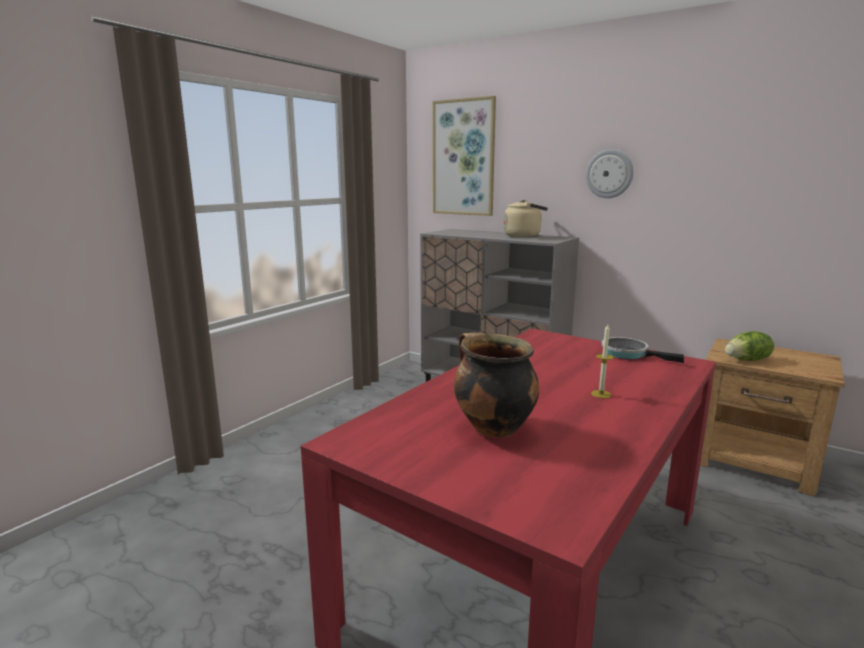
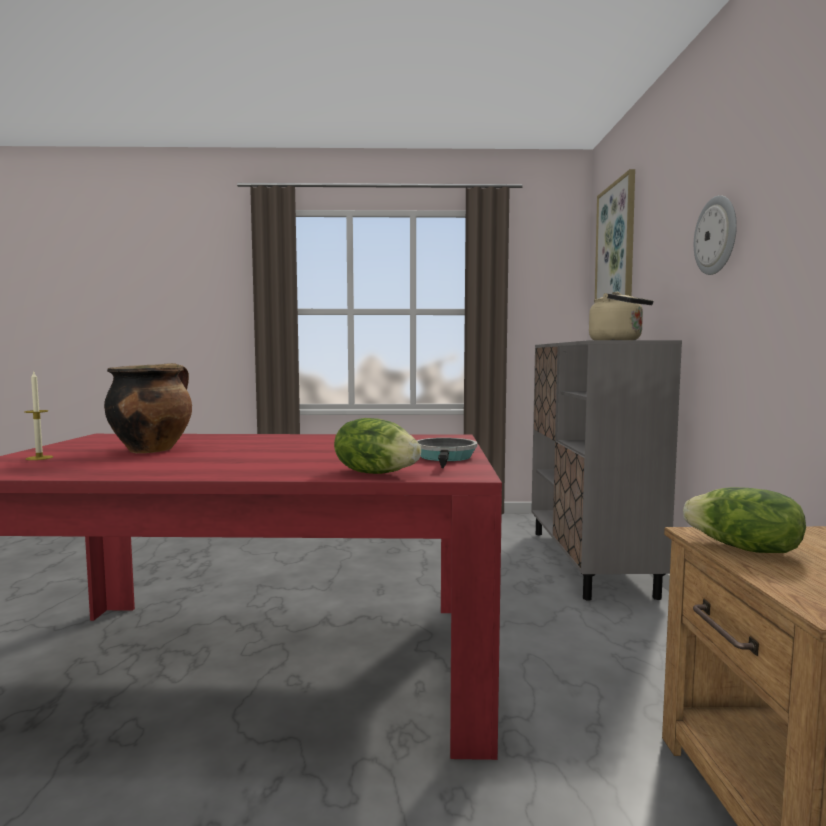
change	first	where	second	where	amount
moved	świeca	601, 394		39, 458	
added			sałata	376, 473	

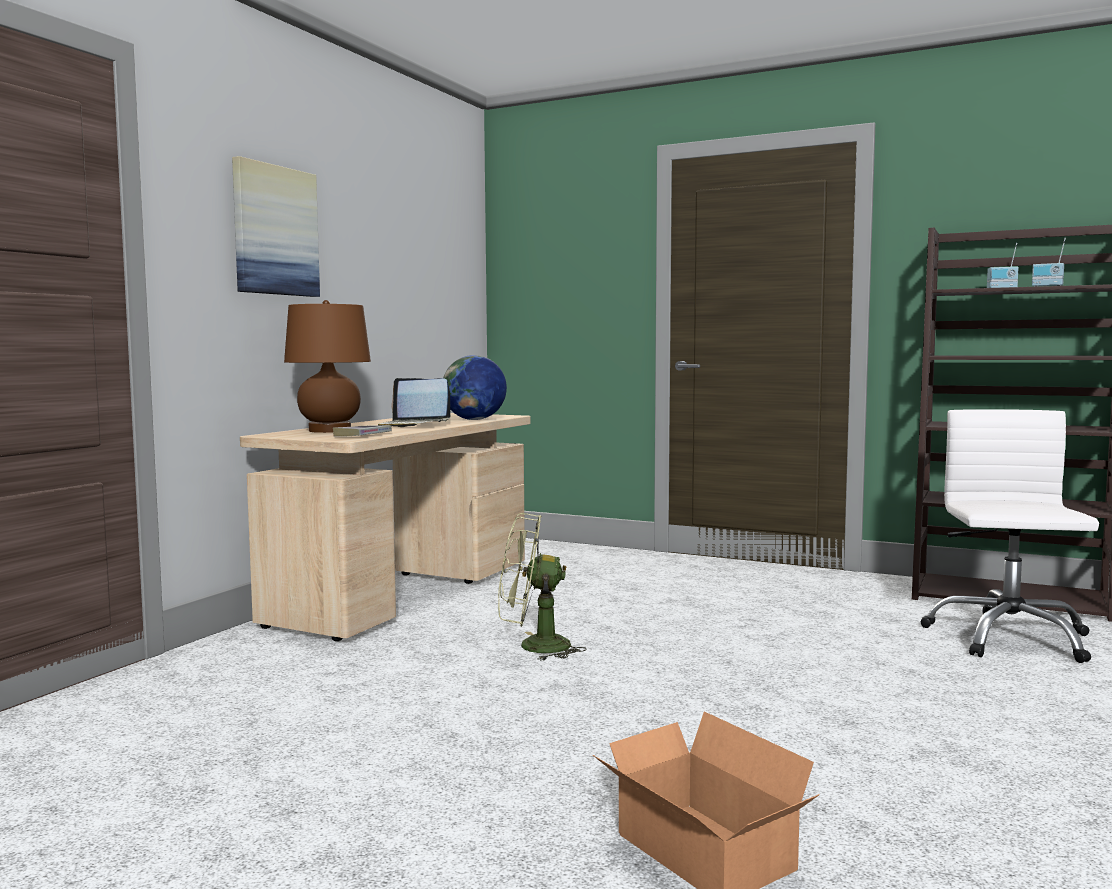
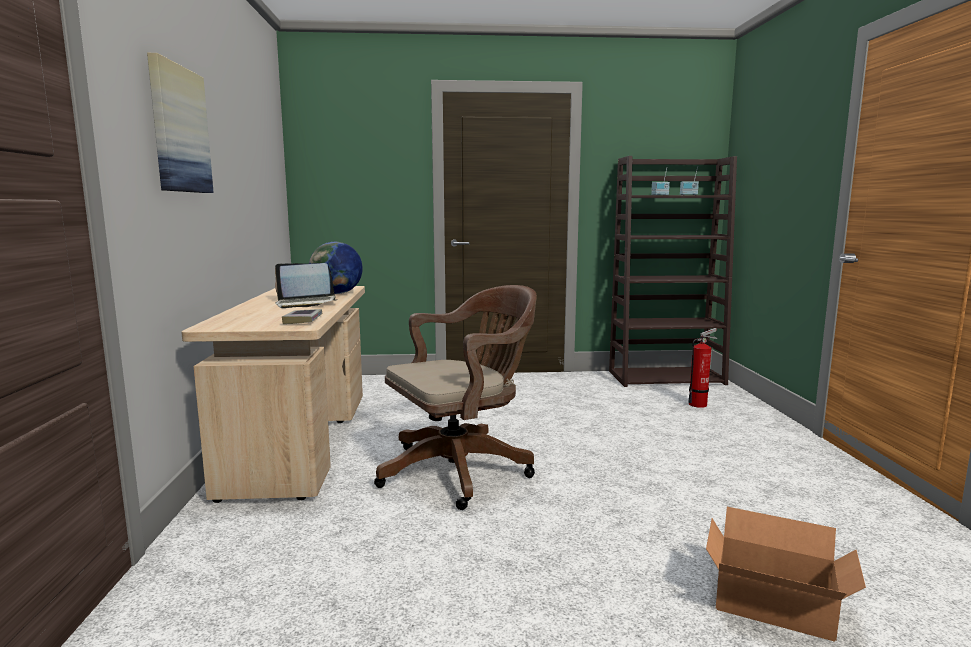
change	first	where	second	where	amount
replaced	wentylator (zielony)	533, 647	krzesło biurowe (brązowy)	461, 469	
replaced	krzesło biurowe (biały)	1008, 637	gaśnica	699, 404	
removed	lampa stołowa (brązowy)	330, 430			

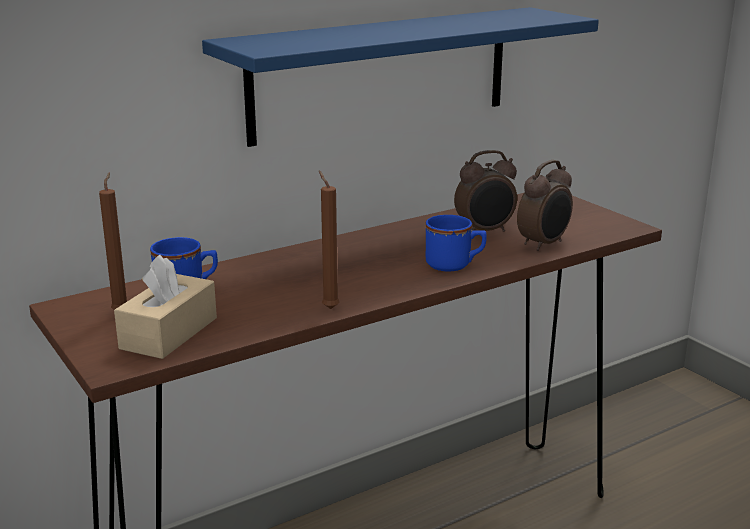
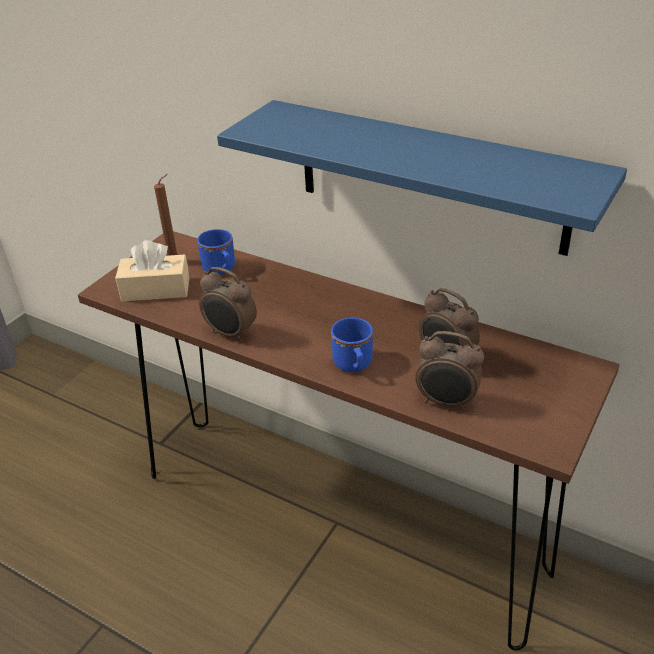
change	first	where	second	where	amount
replaced	świeca (brązowy)	329, 308	budzik	231, 334	

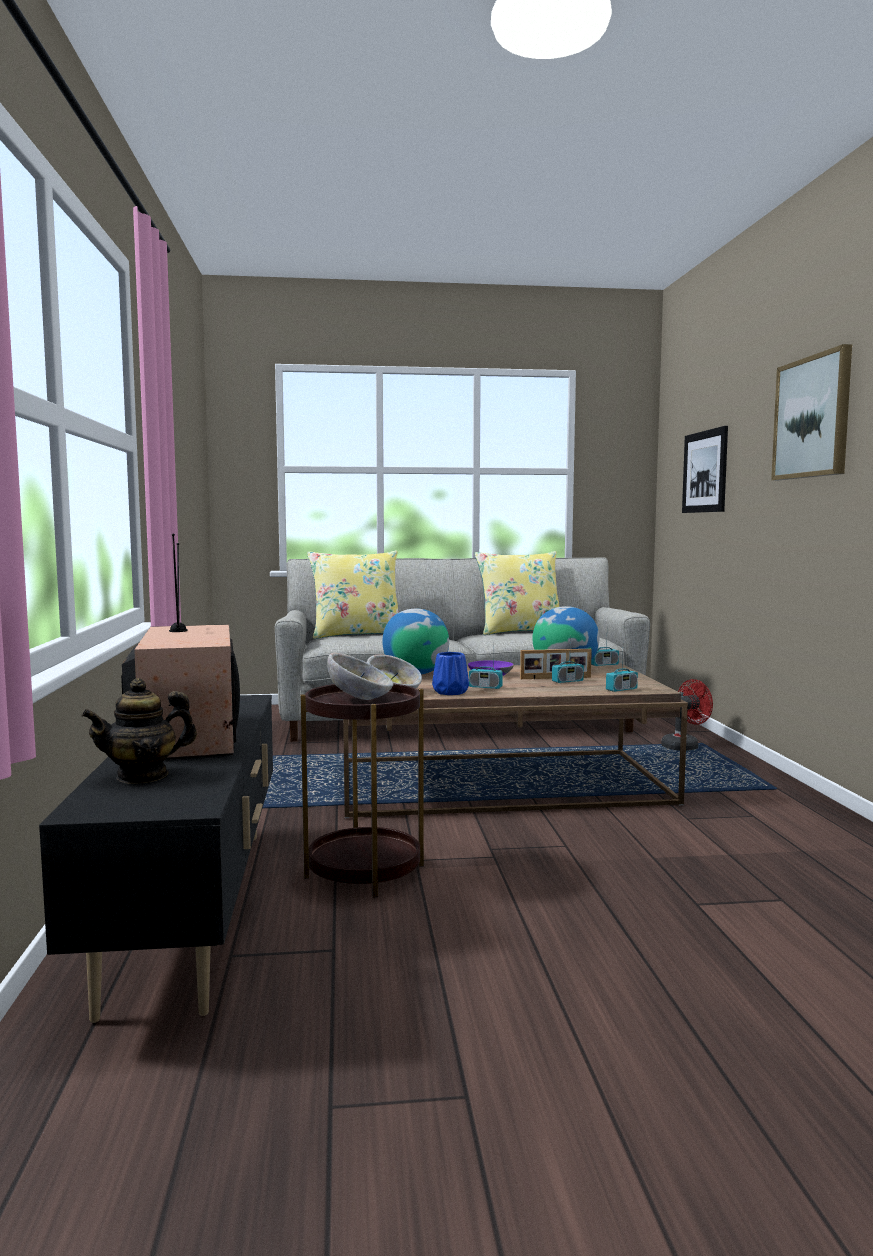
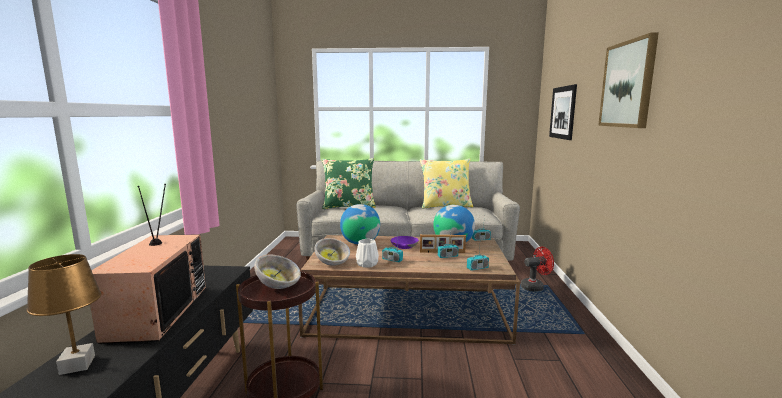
change	first	where	second	where	amount
replaced	imbryk	143, 776	lampa stołowa (brązowy)	78, 365	
recoloured	poduszka (żółty)	356, 635	poduszka (zielony)	349, 206	
recoloured	wazon (niebieski)	449, 692	wazon (biały)	366, 264	

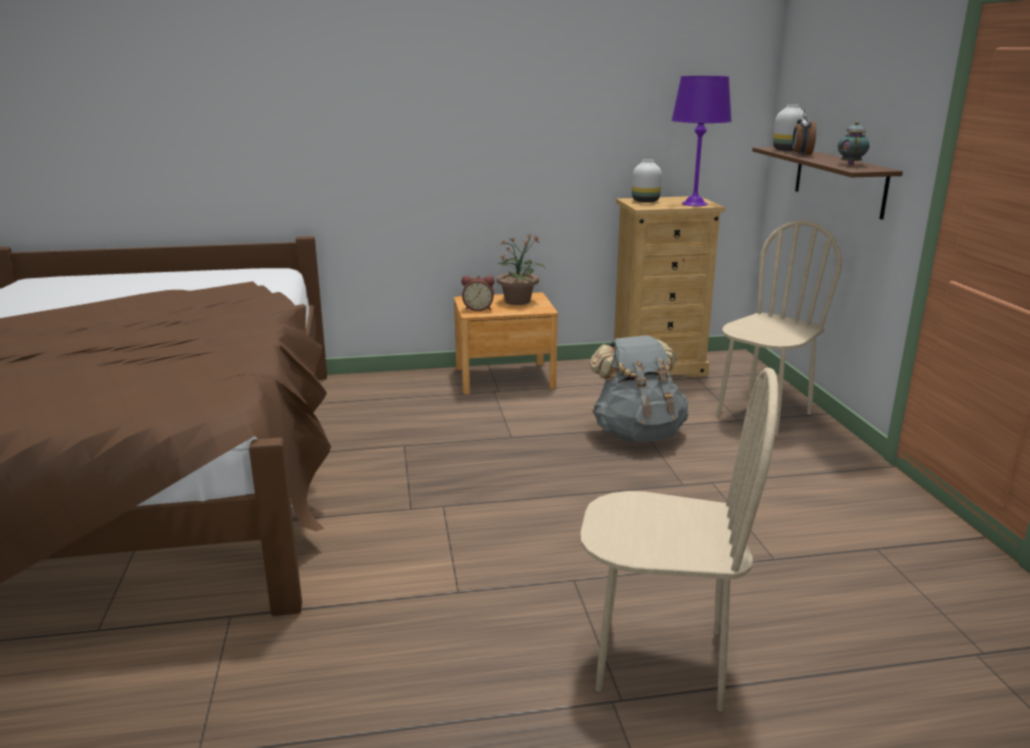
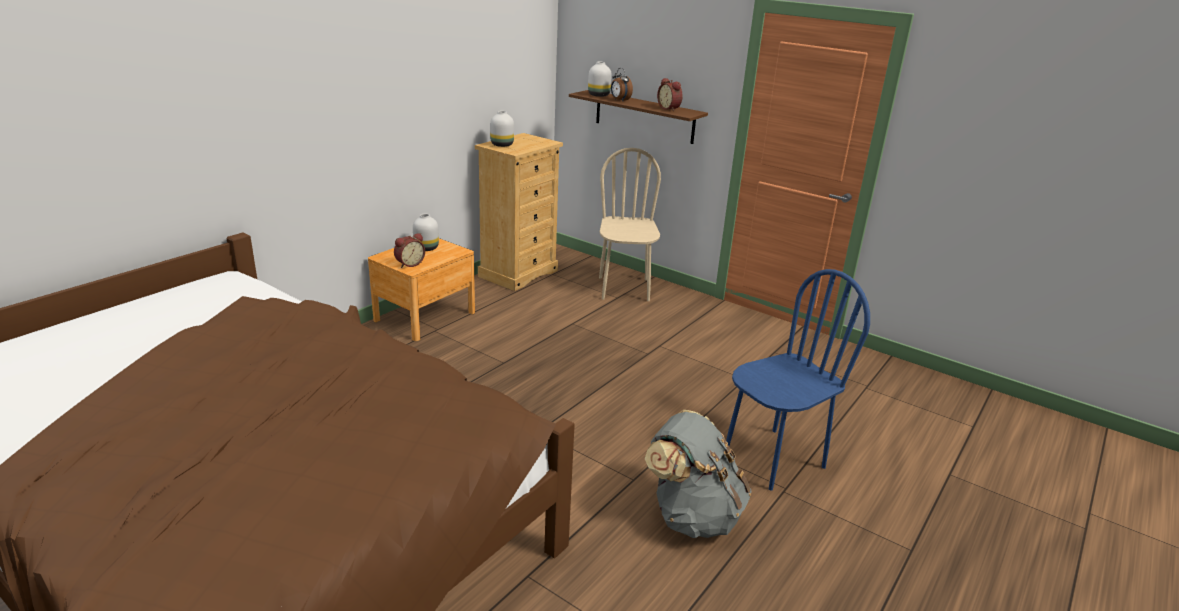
change	first	where	second	where	amount
replaced	roślina doniczkowa	518, 301	wazon (biały)	427, 248	
moved	plecak (szary)	637, 433		692, 515	
replaced	imbryk	850, 164	budzik	669, 108	
recoloured	krzesło (beżowy)	660, 660	krzesło (niebieski)	773, 459	
removed	lampa stołowa (fioletowy)	695, 204			

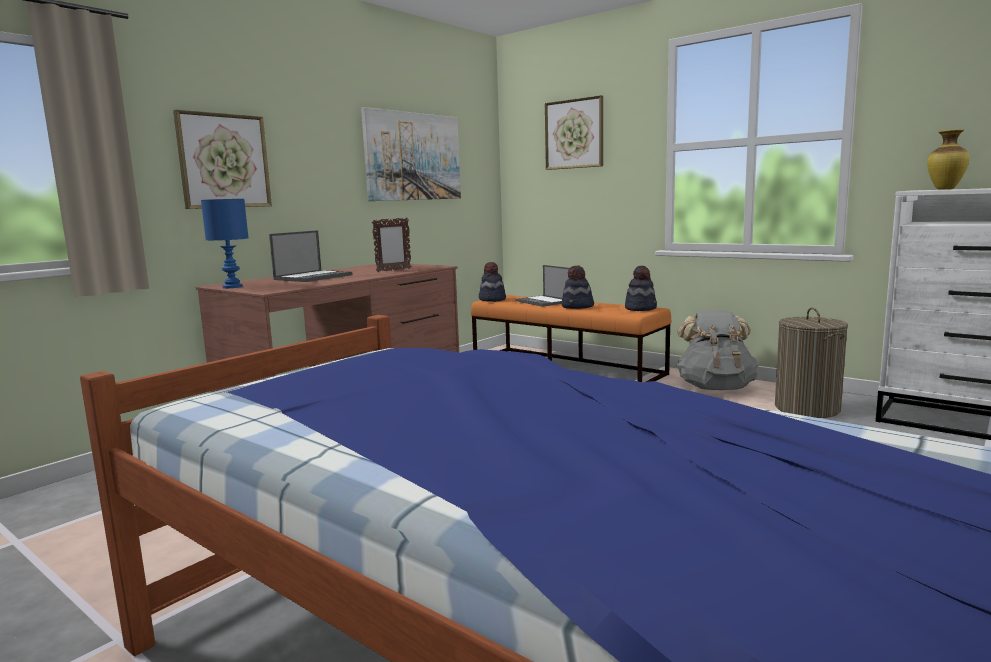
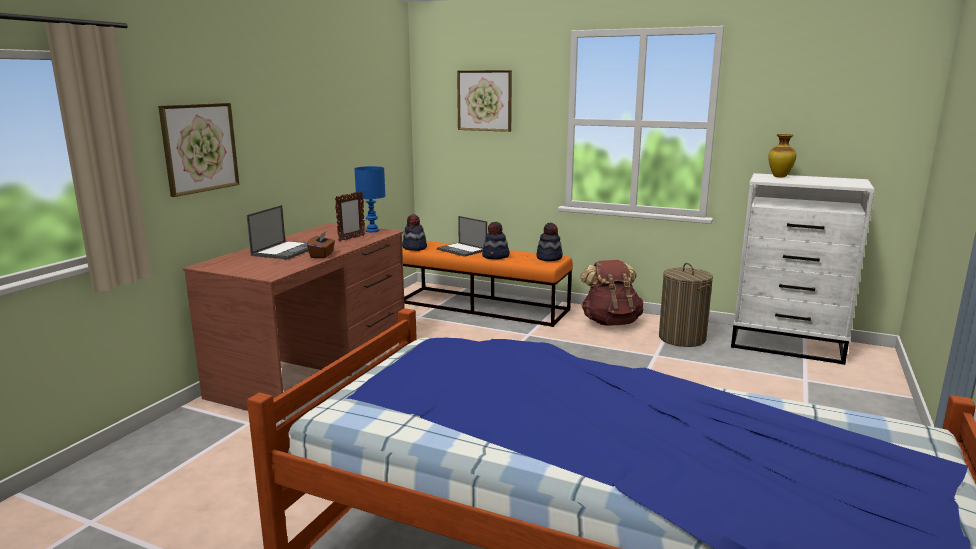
change	first	where	second	where	amount
added			pudełko chusteczek (brązowy)	322, 255	
moved	lampa stołowa (niebieski)	233, 287		372, 230	
recoloured	plecak (szary)	715, 388	plecak (brązowy)	610, 322	
removed	obraz	413, 157			

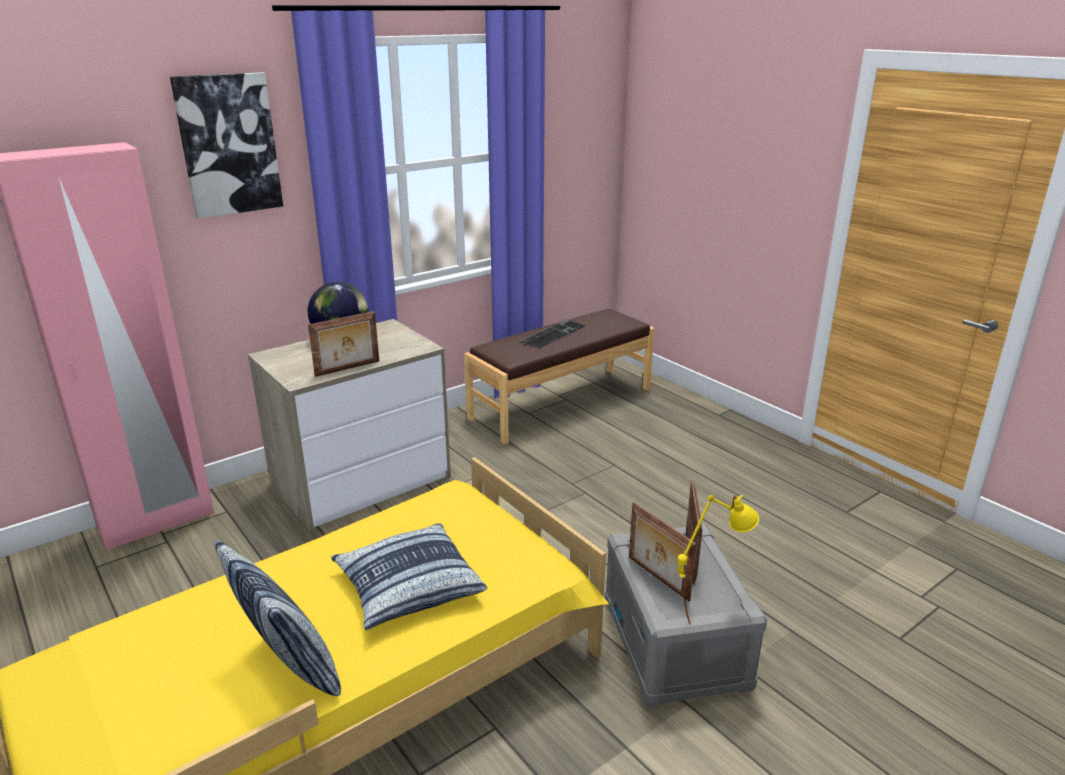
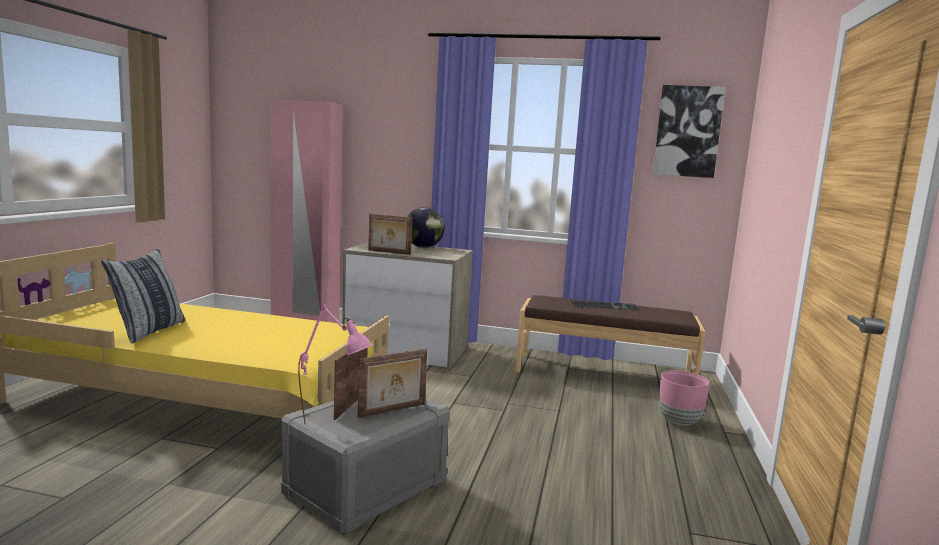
change	first	where	second	where	amount
recoloured	lampa stołowa (żółty)	707, 607	lampa stołowa (różowy)	333, 427	
moved	obraz	228, 145		687, 131	
added			donica (różowy)	679, 421	
removed	poduszka	408, 587			

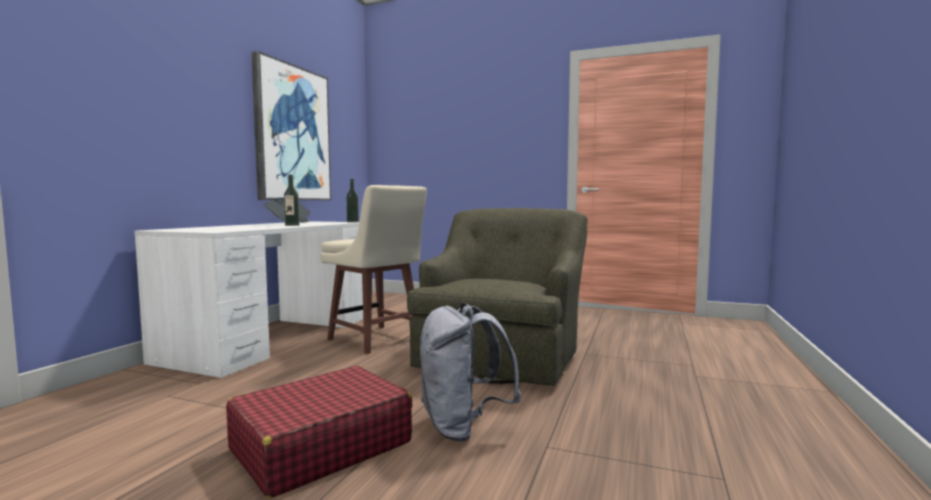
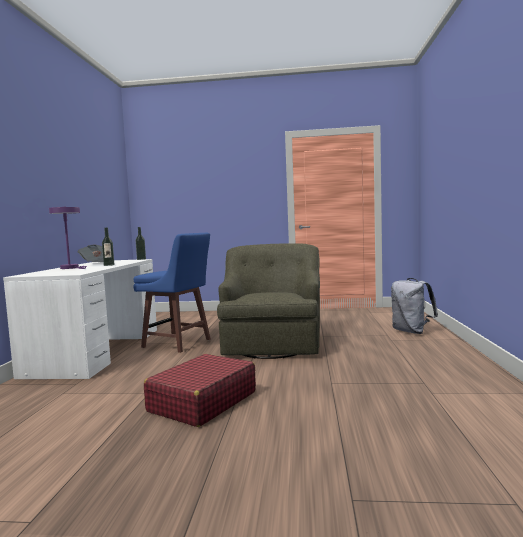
change	first	where	second	where	amount
added			lampa stołowa (fioletowy)	71, 268	
recoloured	stołek (beżowy)	376, 340	stołek (niebieski)	178, 344	
moved	plecak (szary)	463, 427		411, 331	
removed	obraz	292, 134			

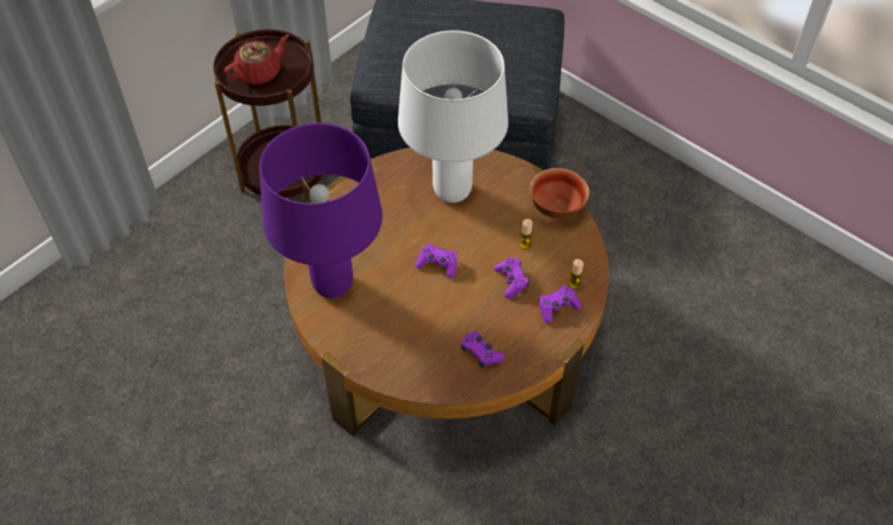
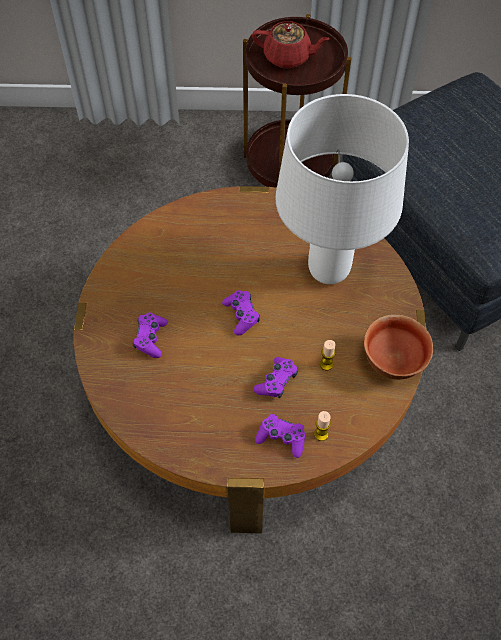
change	first	where	second	where	amount
moved	pad do gier (fioletowy)	481, 353		151, 338	
removed	lampa stołowa (fioletowy)	333, 285			

